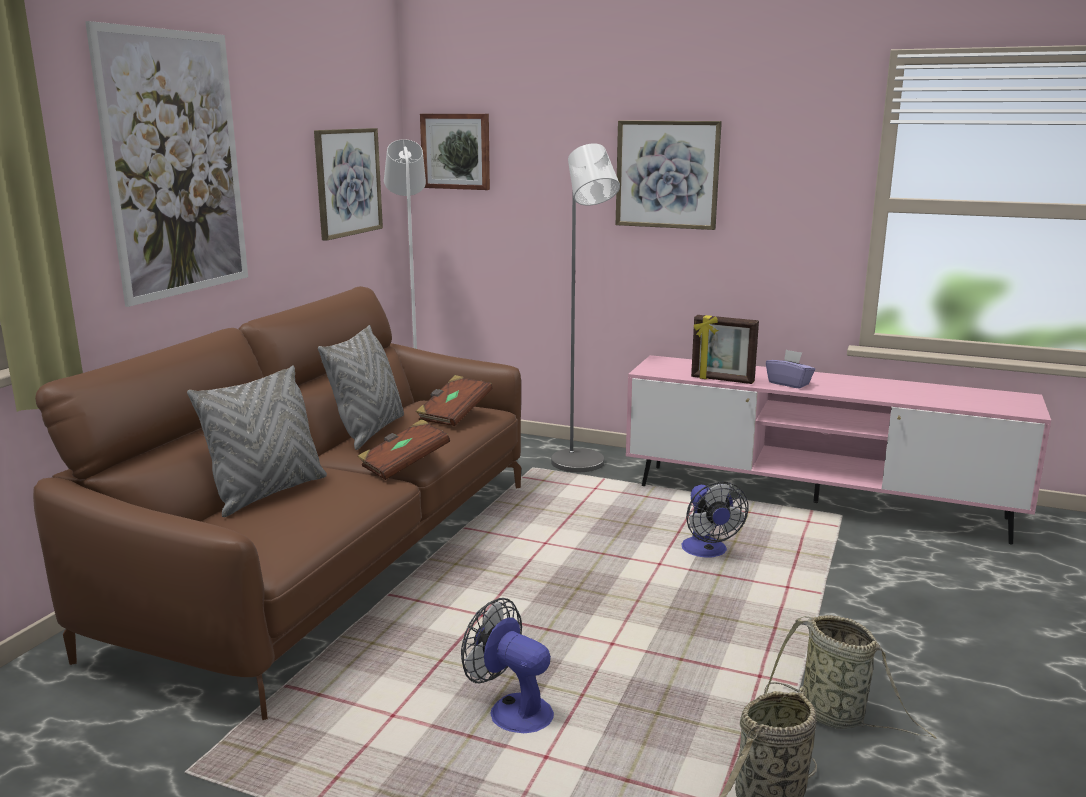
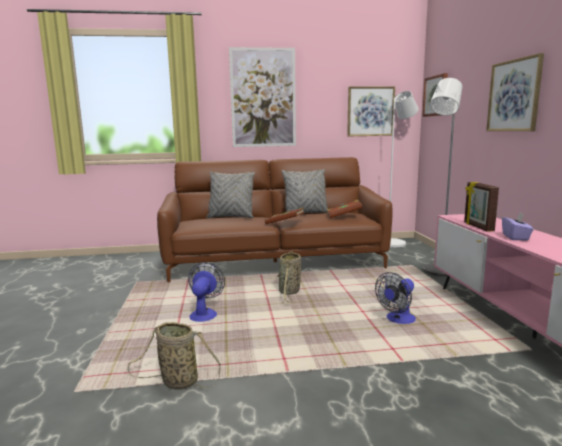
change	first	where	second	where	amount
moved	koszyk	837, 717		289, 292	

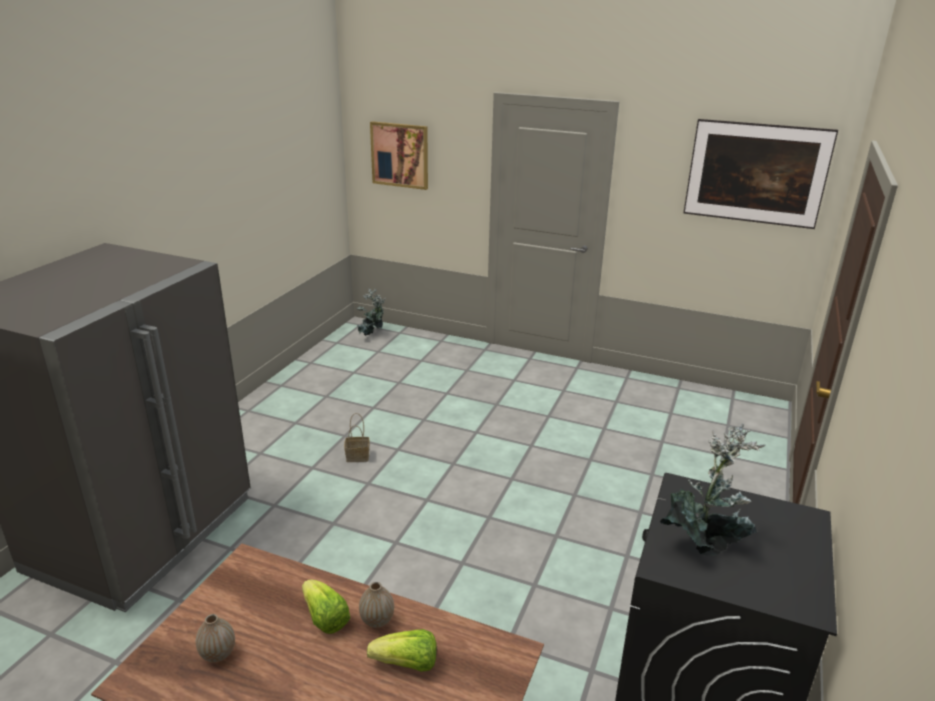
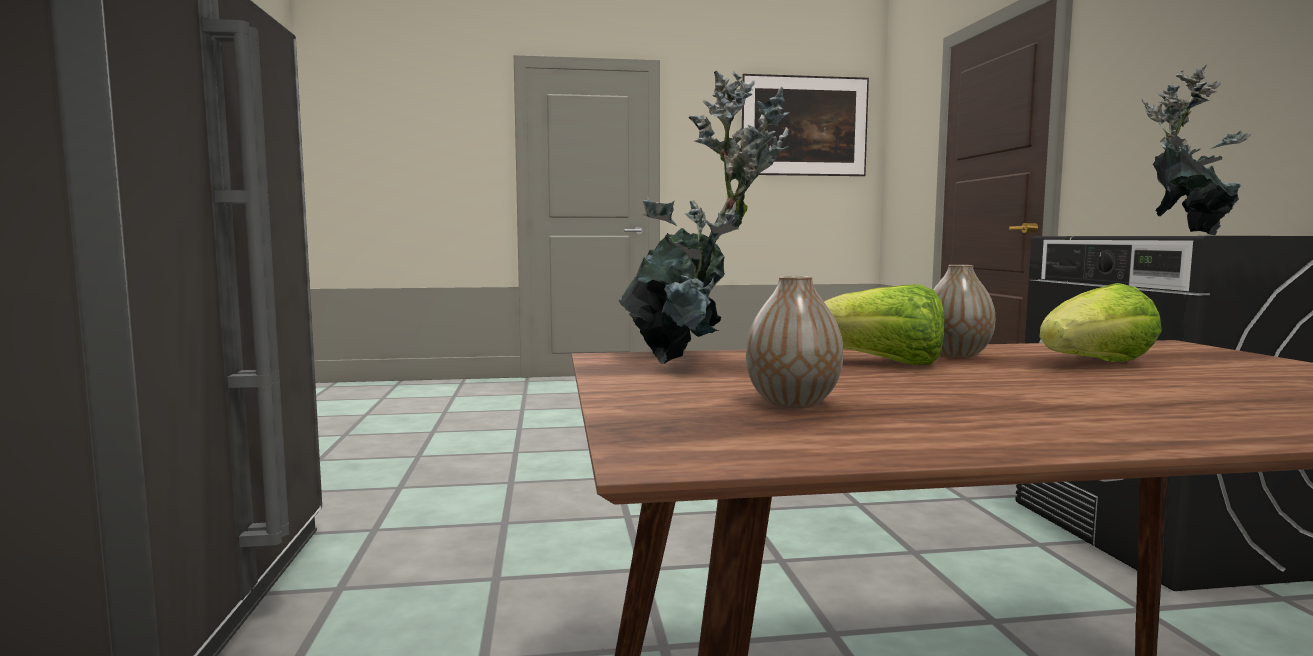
change	first	where	second	where	amount
moved	roślina doniczkowa	372, 335		692, 362	
removed	koszyk	358, 456			
removed	obraz	400, 155			

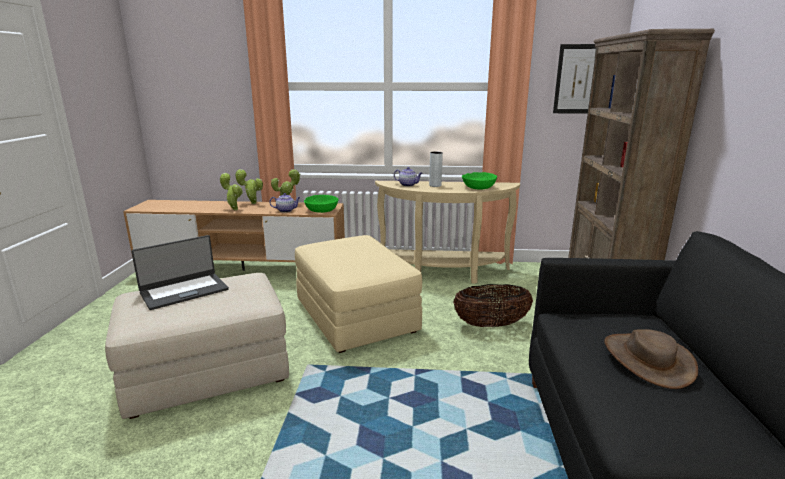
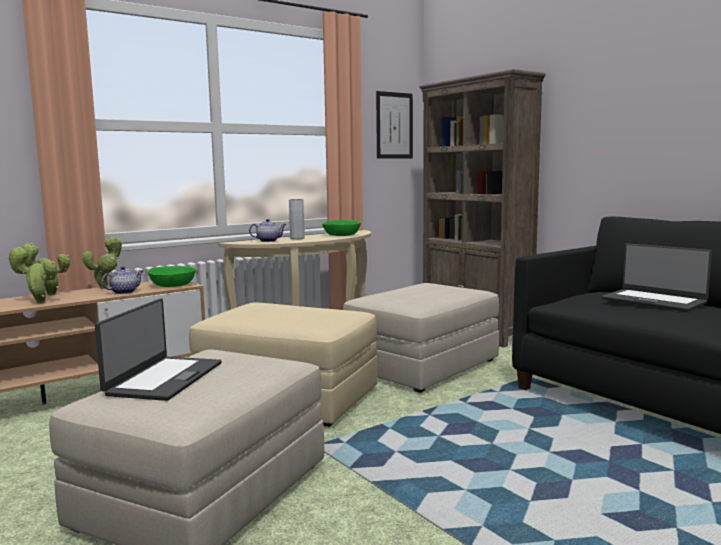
change	first	where	second	where	amount
replaced	koszyk	491, 325	pufa (beżowy)	422, 366	
replaced	kapelusz (brązowy)	647, 359	laptop	654, 300	

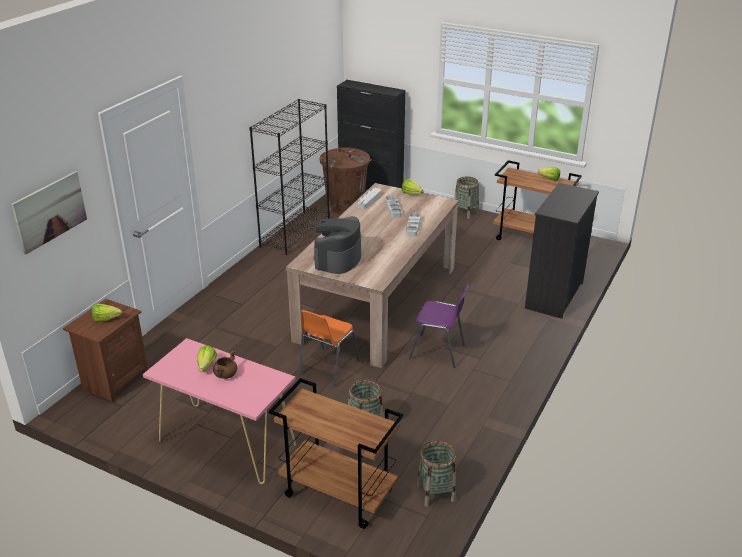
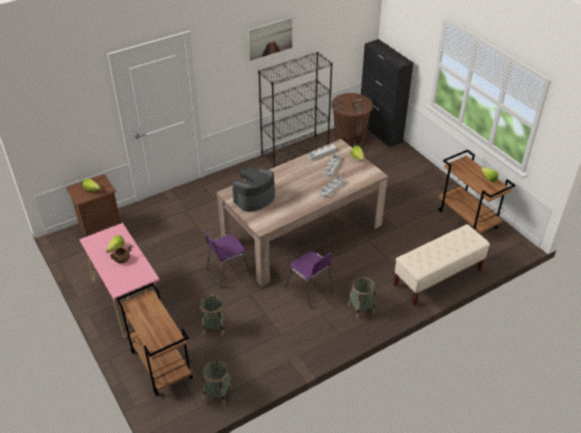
change	first	where	second	where	amount
recoloured	krzesło (pomarańczowy)	327, 368	krzesło (fioletowy)	227, 272	
moved	obraz	50, 211		270, 38	
moved	koszyk	465, 212		361, 309	
replaced	komoda (czarny)	553, 296	ławka (beżowy)	437, 278	

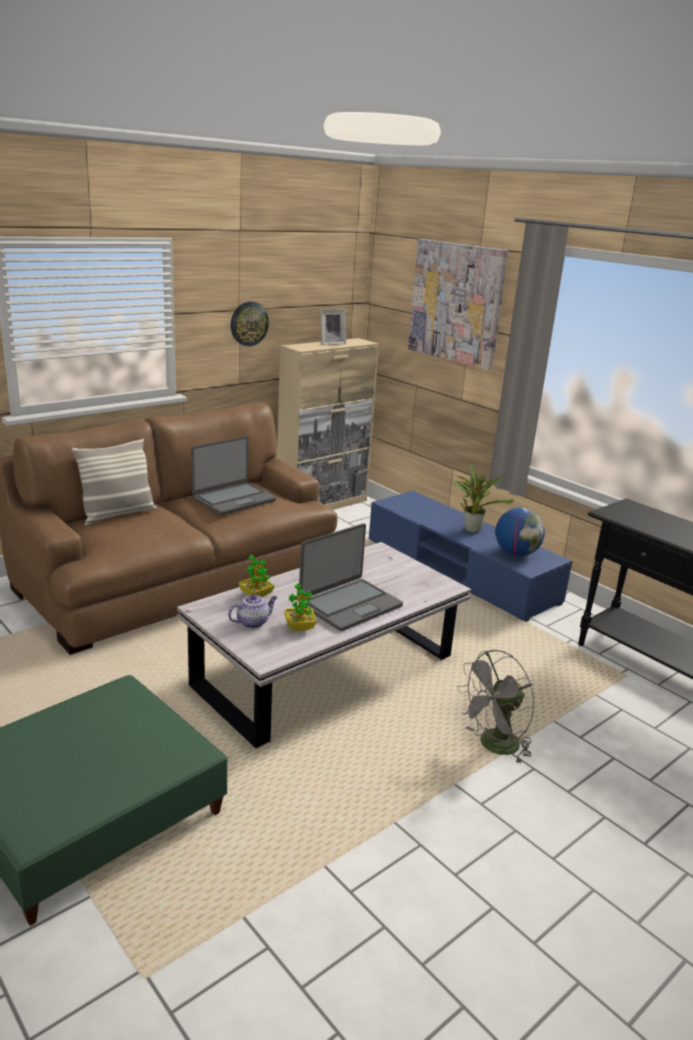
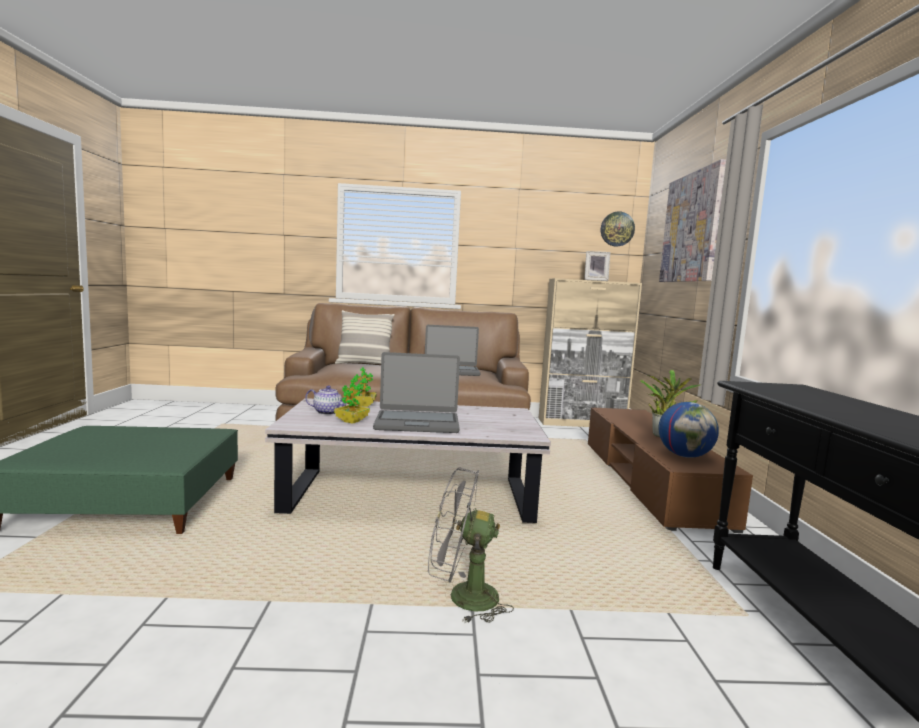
change	first	where	second	where	amount
recoloured	szafka pod telewizor (niebieski)	459, 570	szafka pod telewizor (brązowy)	649, 481	
moved	zegar ścienny	249, 323		617, 229	

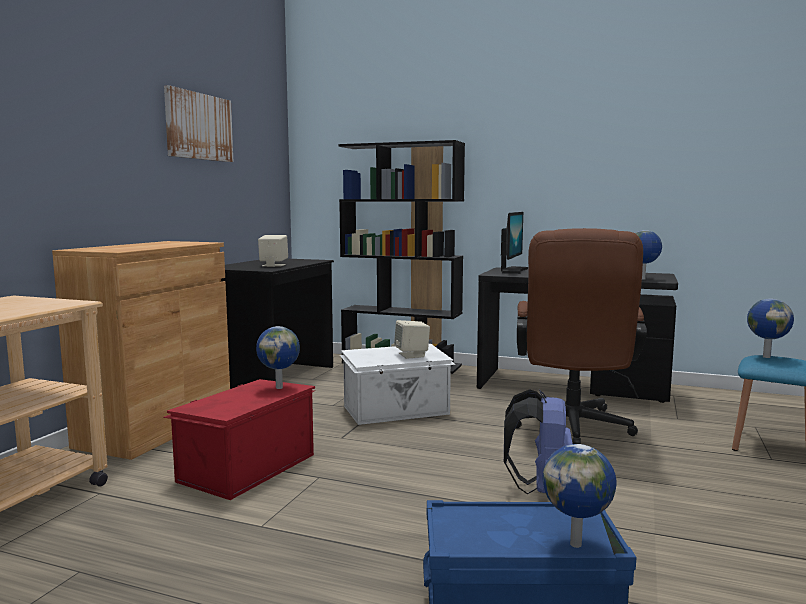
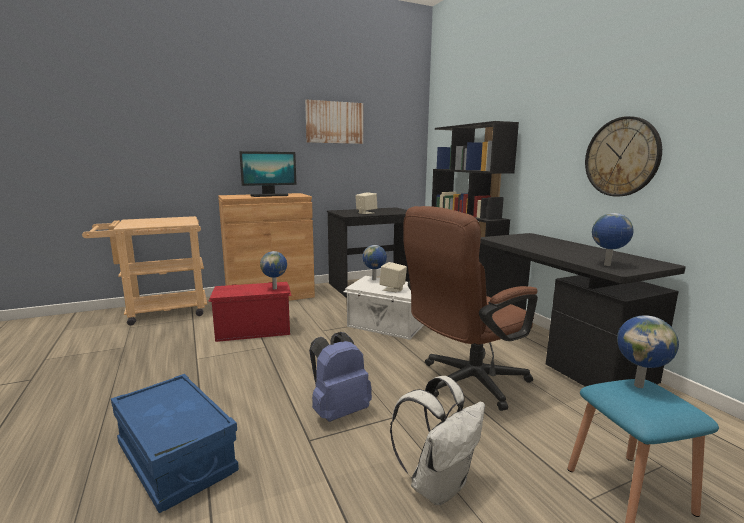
change	first	where	second	where	amount
moved	monitor	513, 270		270, 195	
moved	globus	577, 544		374, 279	
added			plecak (biały)	438, 484	
added			zegar ścienny	621, 157	

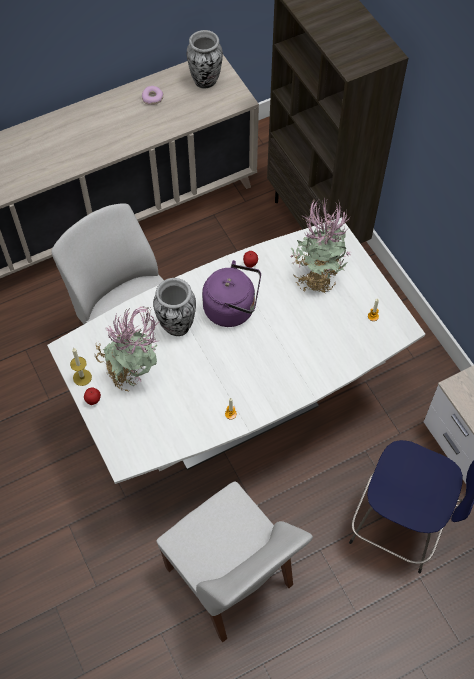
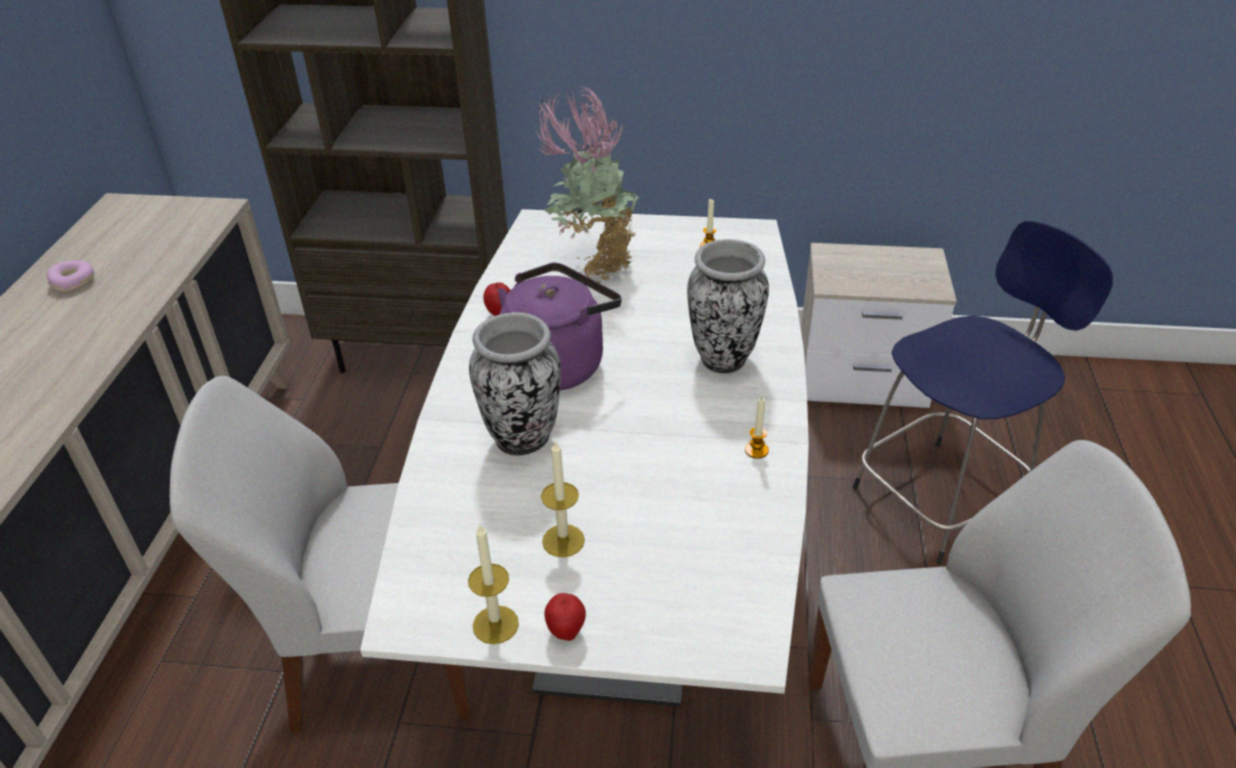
change	first	where	second	where	amount
replaced	roślina doniczkowa	133, 374	świeca	563, 540	
moved	wazon	205, 81		724, 359	

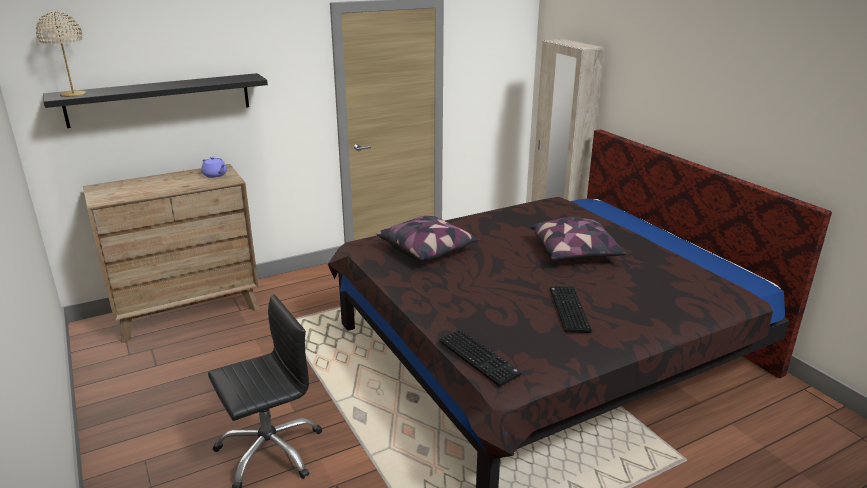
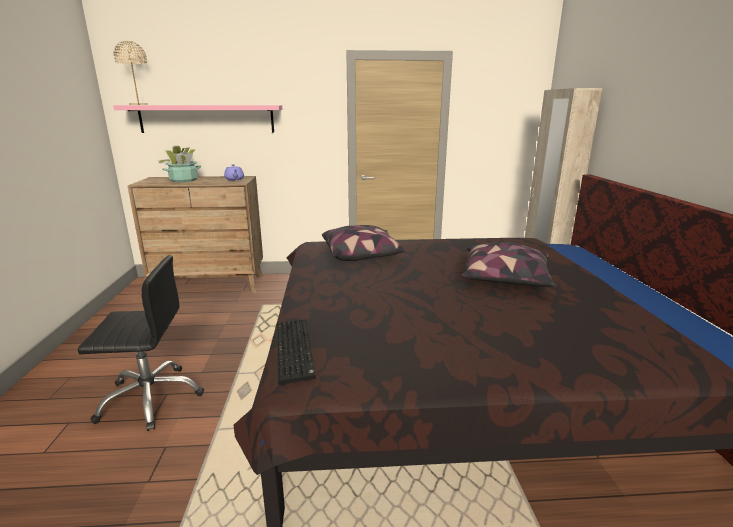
change	first	where	second	where	amount
recoloured	półka (czarny)	160, 99	półka (różowy)	207, 119	
added			roślina doniczkowa	183, 180	
removed	klawiatura	567, 309			

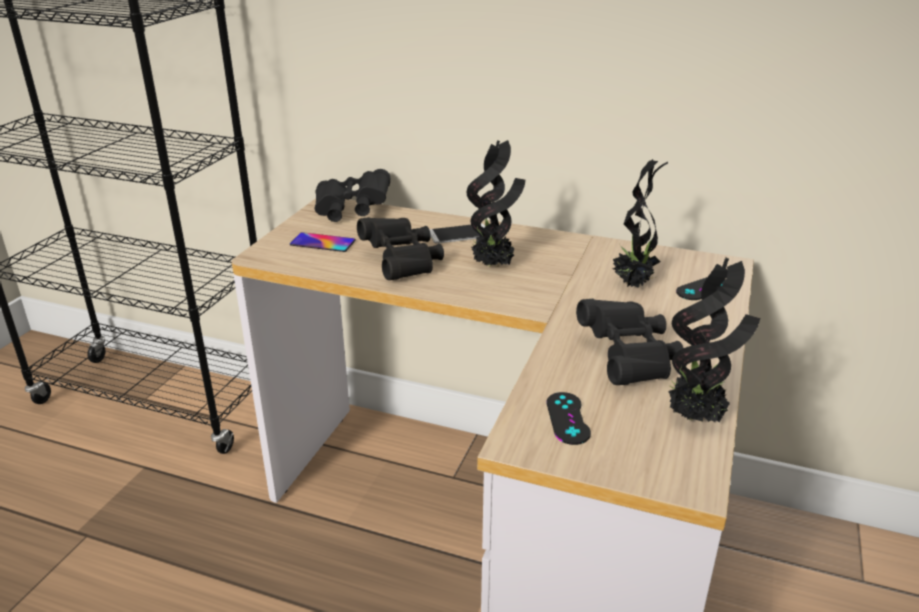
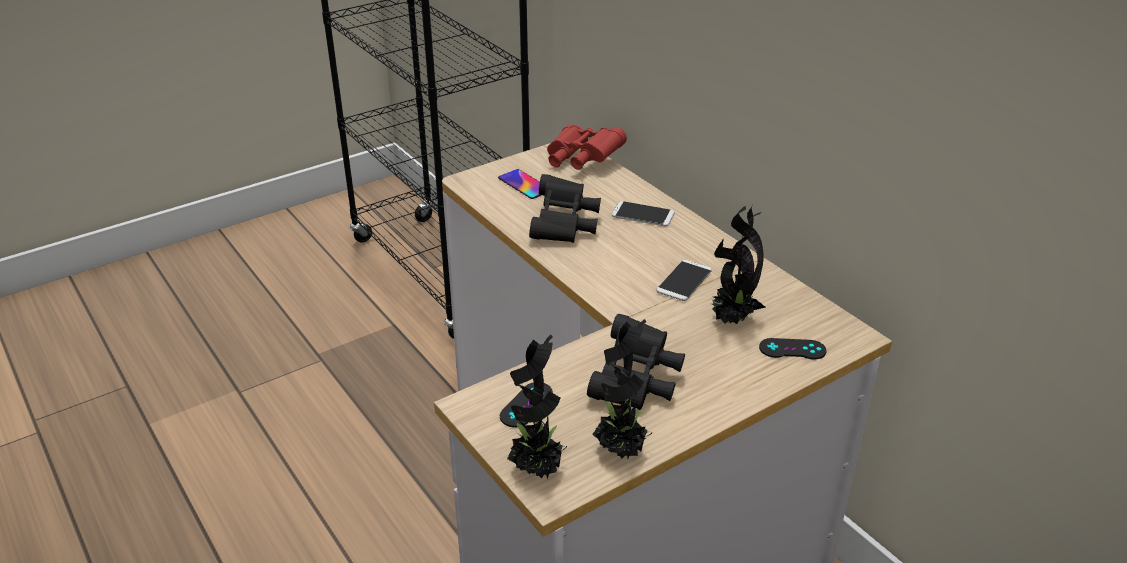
change	first	where	second	where	amount
moved	roślina doniczkowa	494, 265		538, 470	
recoloured	lornetka (czarny)	351, 211	lornetka (czerwony)	581, 160	
added			telefon	684, 281	

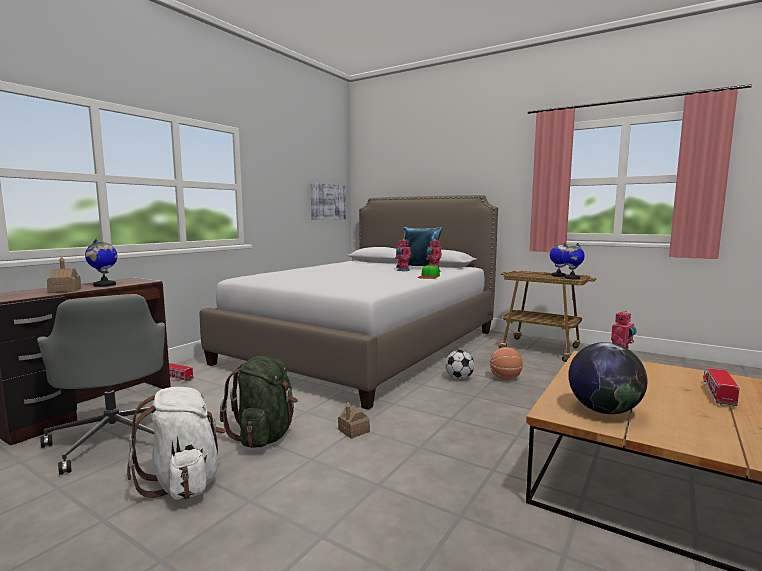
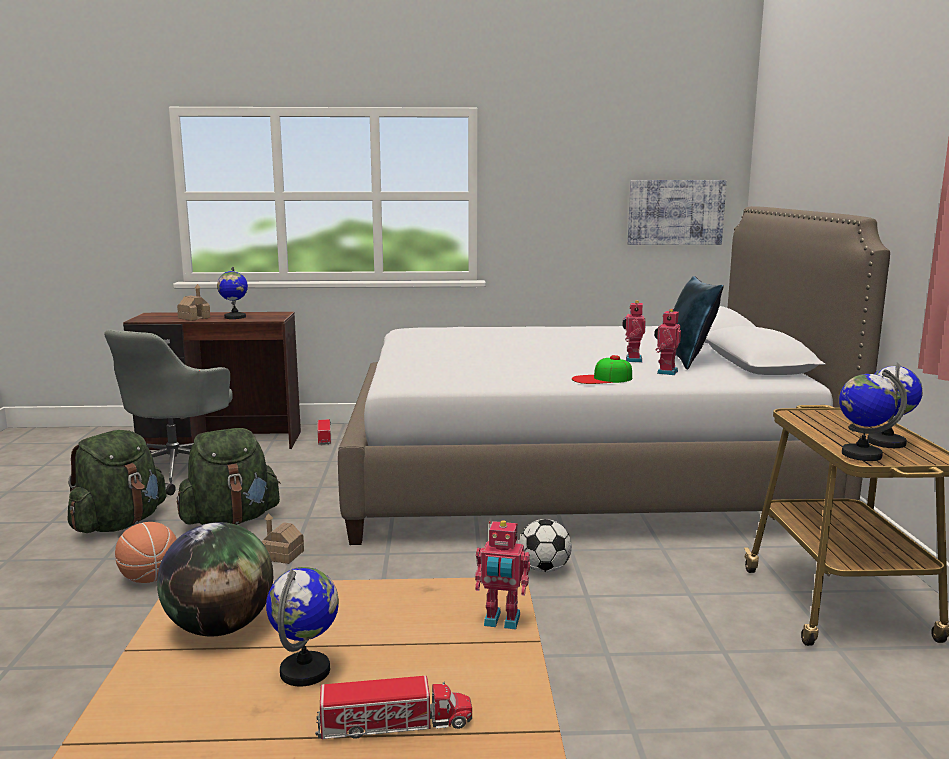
change	first	where	second	where	amount
recoloured	plecak (biały)	184, 482	plecak (zielony)	119, 524	
moved	piłka do koszykówki	505, 378		150, 578	
added			globus	306, 671	

